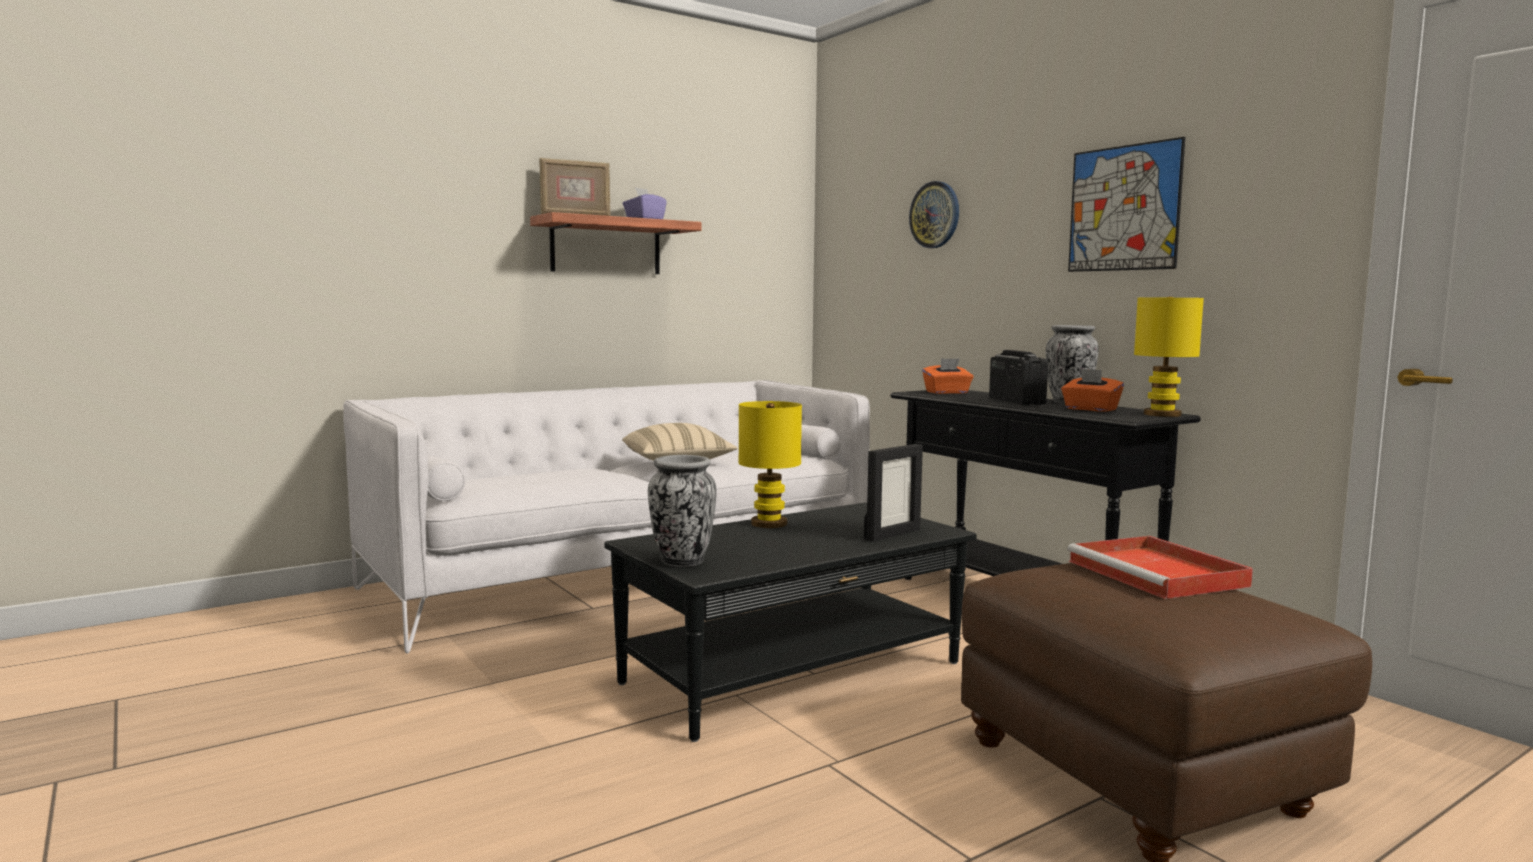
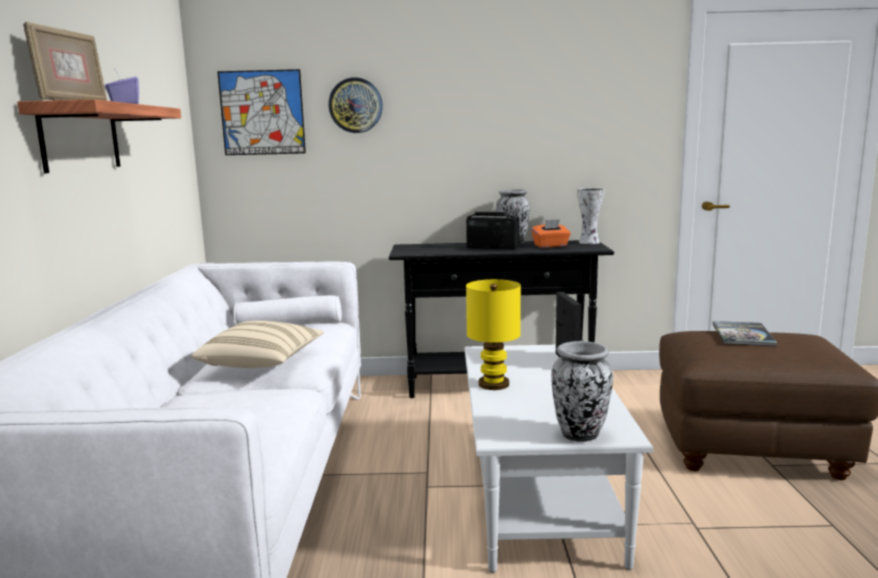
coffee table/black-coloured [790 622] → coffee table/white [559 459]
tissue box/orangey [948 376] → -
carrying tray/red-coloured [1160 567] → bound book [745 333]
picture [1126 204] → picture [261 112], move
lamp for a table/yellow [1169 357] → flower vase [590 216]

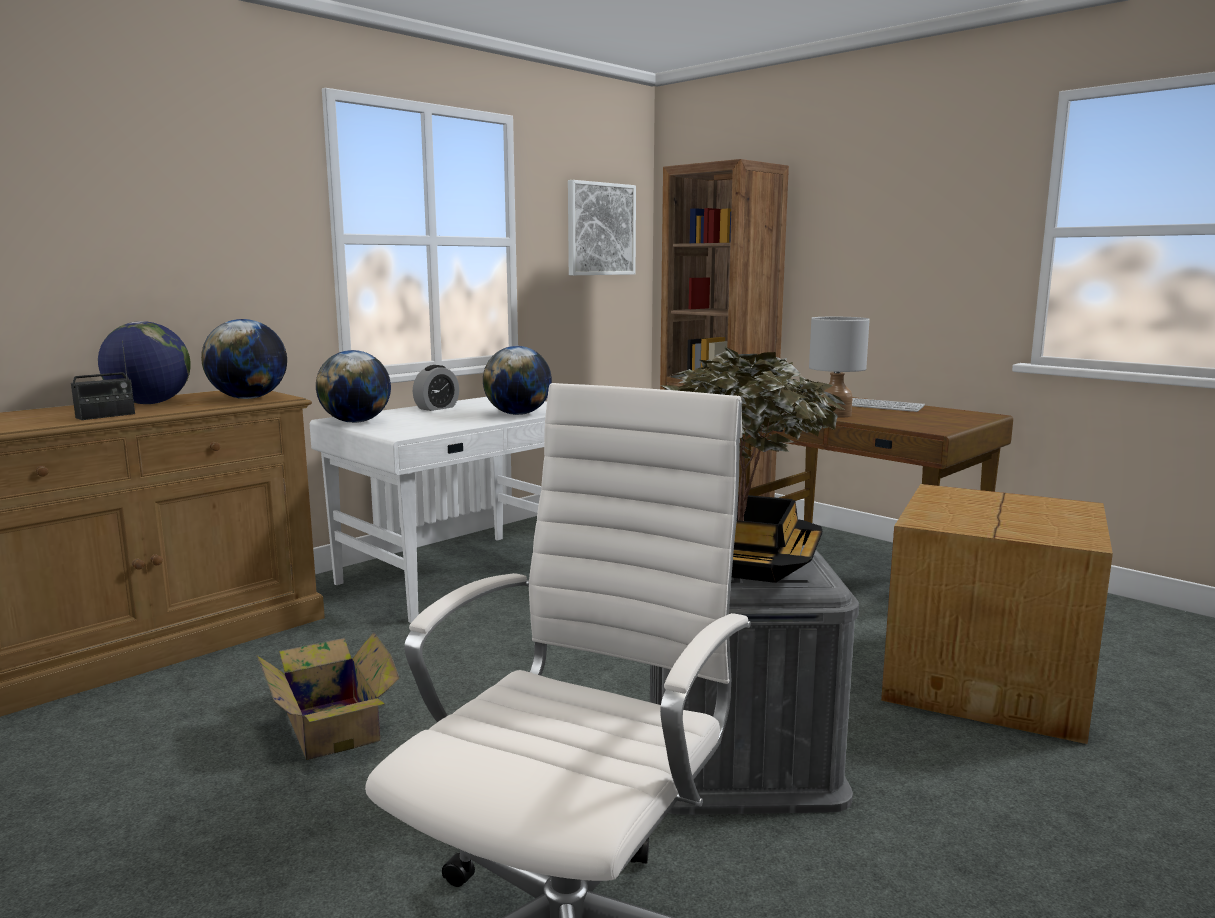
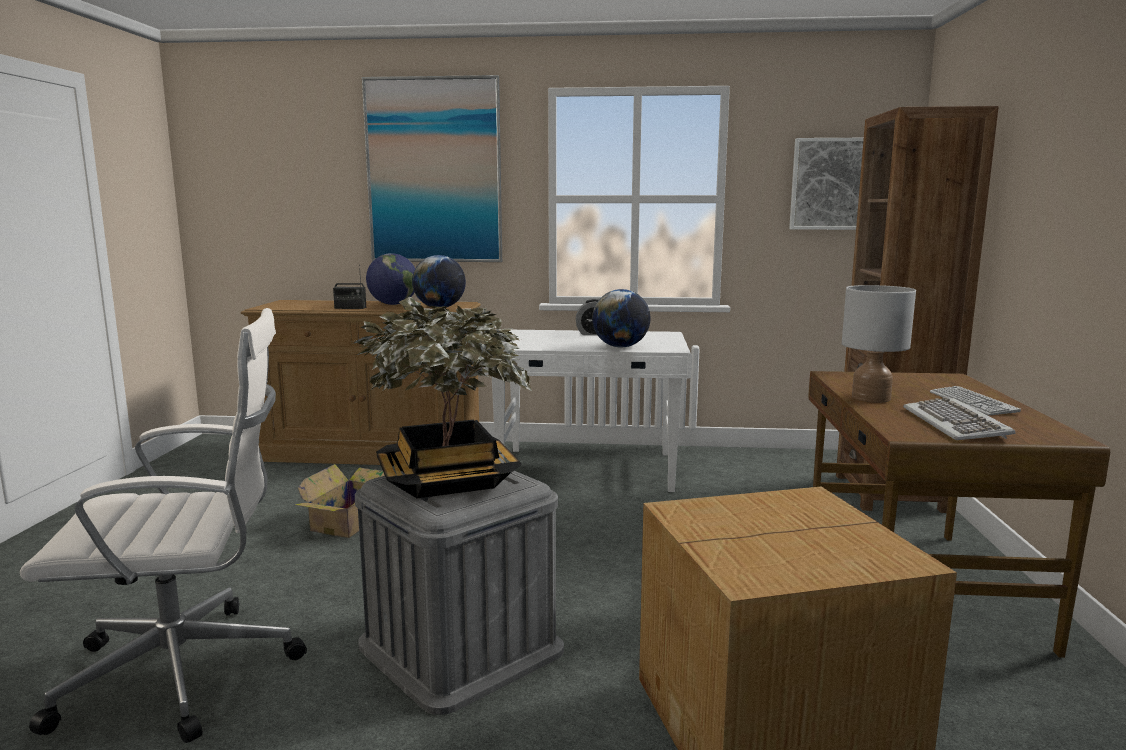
desk globe [353 386] → -
- → picture [432 168]
- → PC keyboard [959 418]

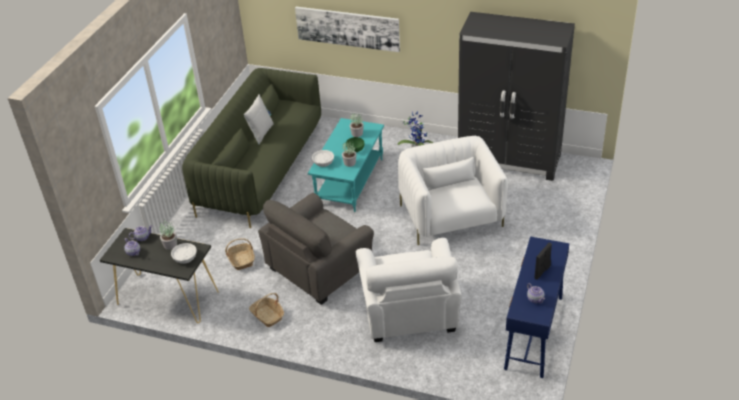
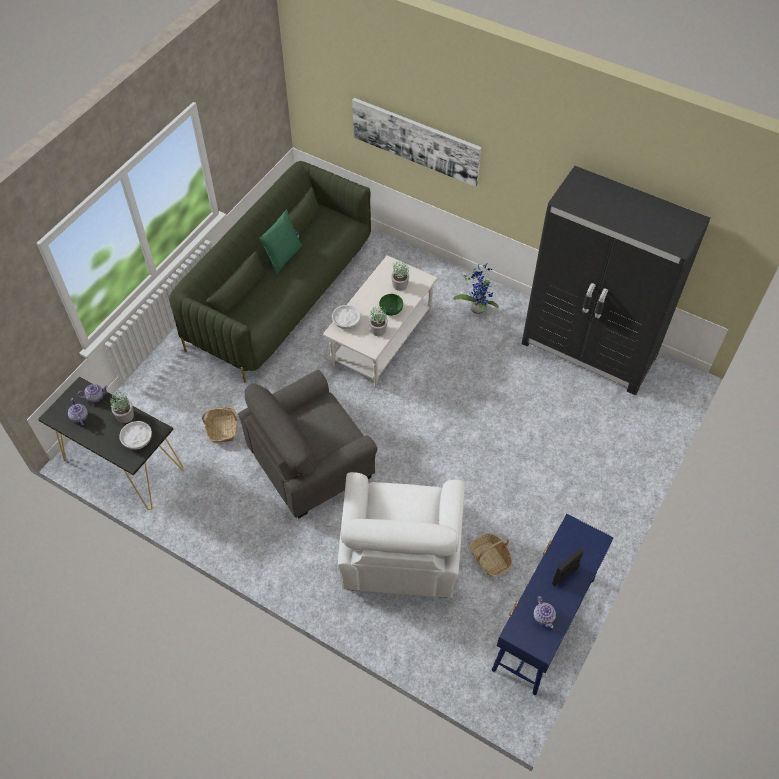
pillow/gray [259 119] → pillow/green-coloured [280 242]
basket [266 310] → basket [491 555], move
coffee table/turquoise-coloured [346 165] → coffee table/white [380 321]
armchair/white [453 190] → -

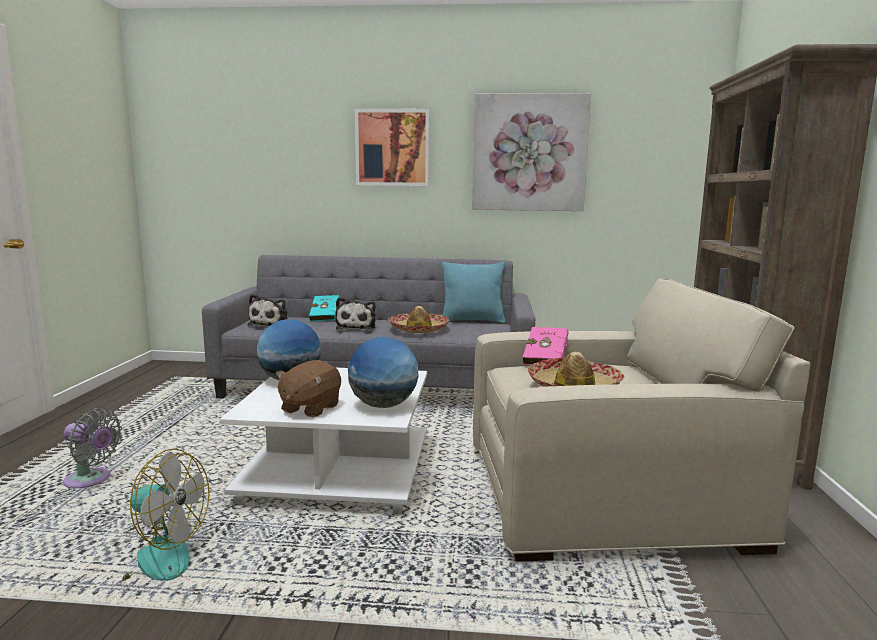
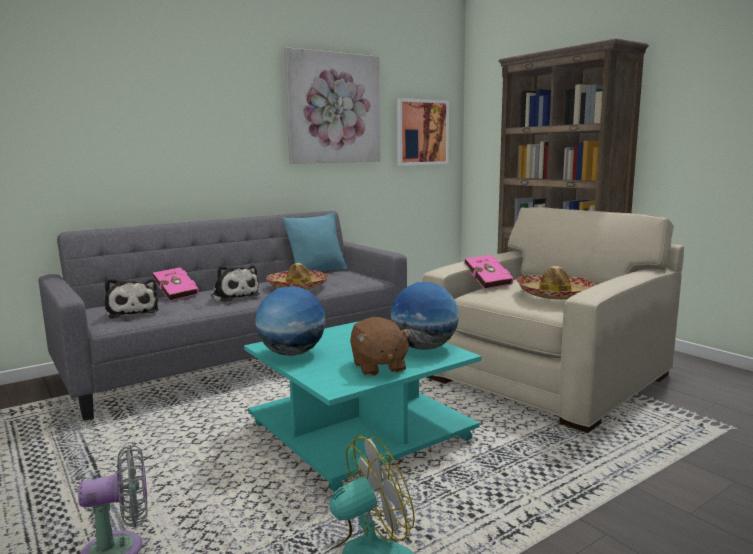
coffee table/white [323 440] → coffee table/turquoise-coloured [362 406]
bound book/turquoise-coloured [324 308] → bound book/pink-coloured [176 284]
picture [392 147] → picture [423 131], move

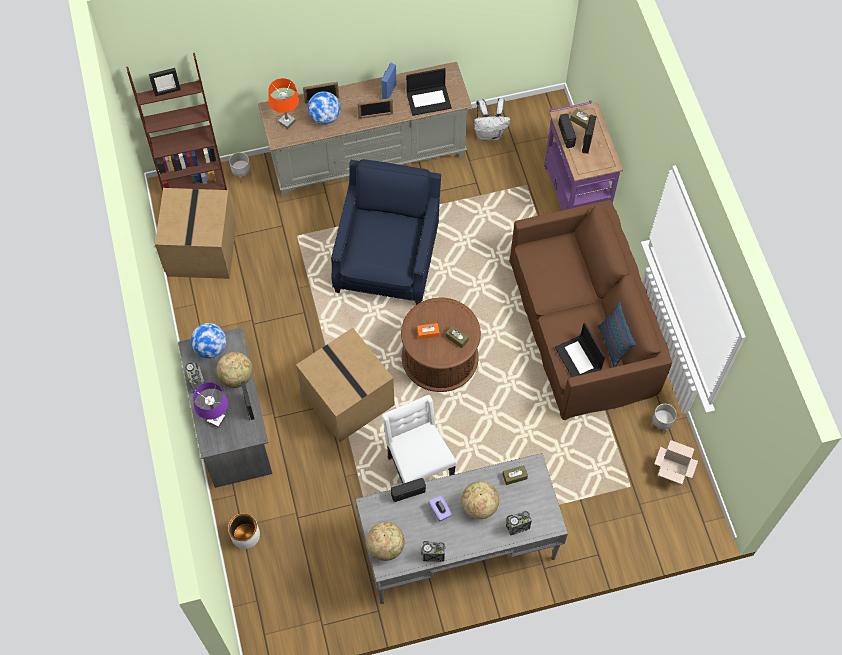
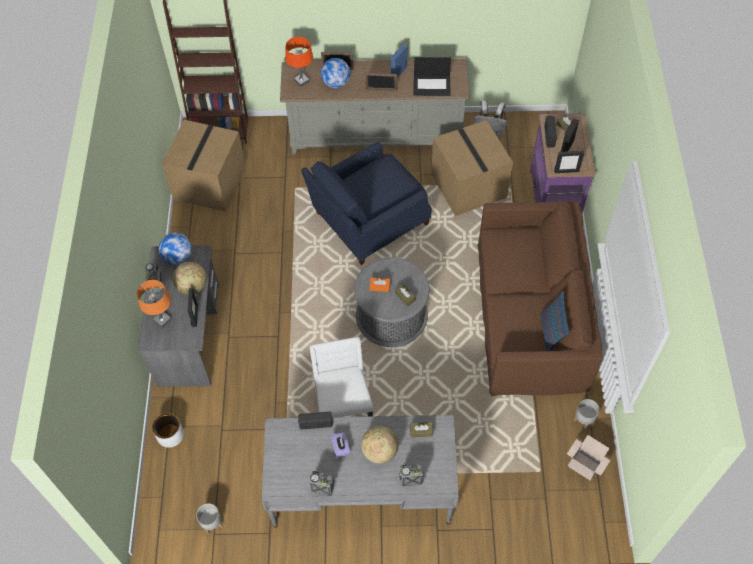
standing frame [165 82] → standing frame [569 162], move
lamp for a table/purple-coloured [210 405] → lamp for a table/orangey [154 304]
plant pot/gray [240 167] → plant pot/gray [209 518], move
cardboard box [345 385] → cardboard box [472 168], move
armchair/blue-coloured [386 232] → armchair/blue-coloured [366 203], 150 degrees counterclockwise
desk globe [385 541] → -
coffee table/brownish [441 345] → coffee table/gray [391 302]
laptop [580 350] → -

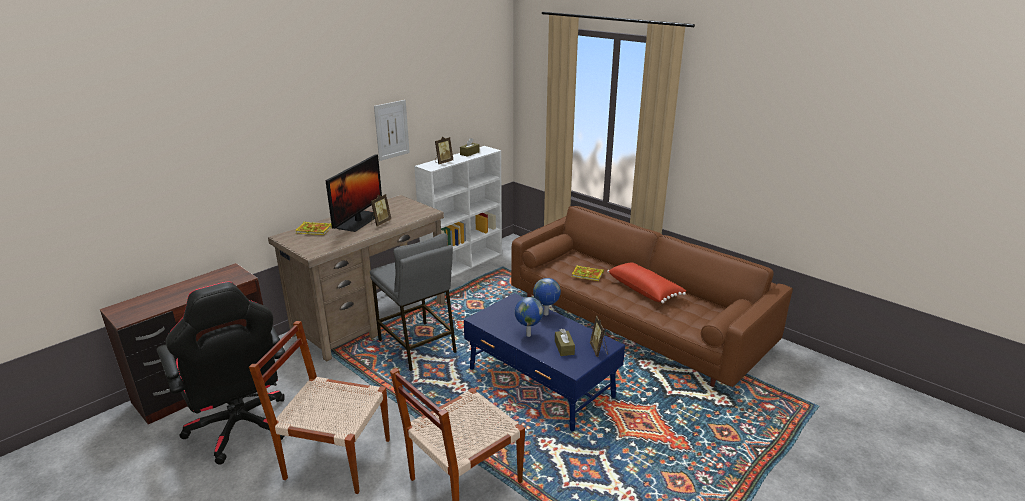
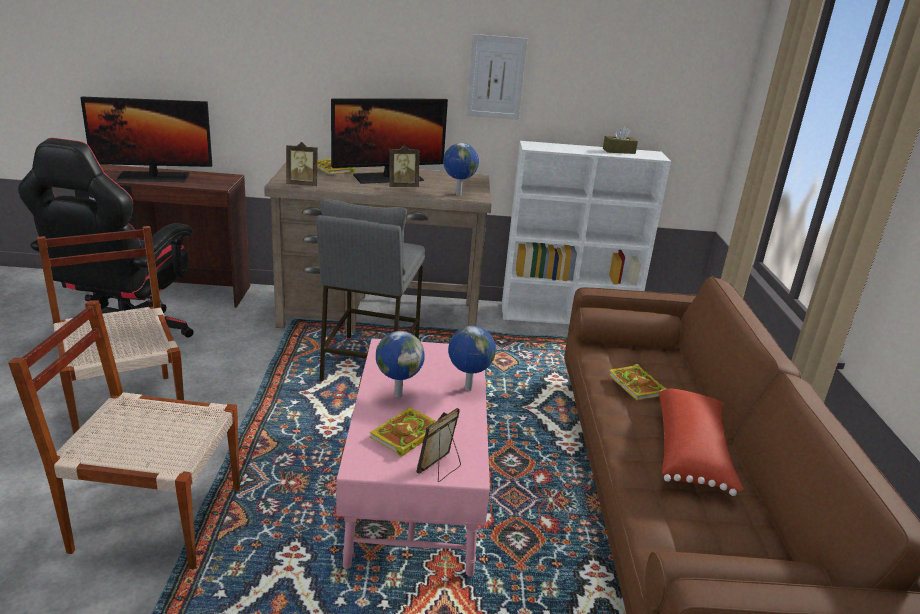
standing frame [444 150] → standing frame [302 164], move
coffee table/blue-coloured [544 362] → coffee table/pink-coloured [413 457]
tissue box/brownish [565 342] → bound book [403 432]
- → computer screen [146 139]
- → desk globe [461 169]

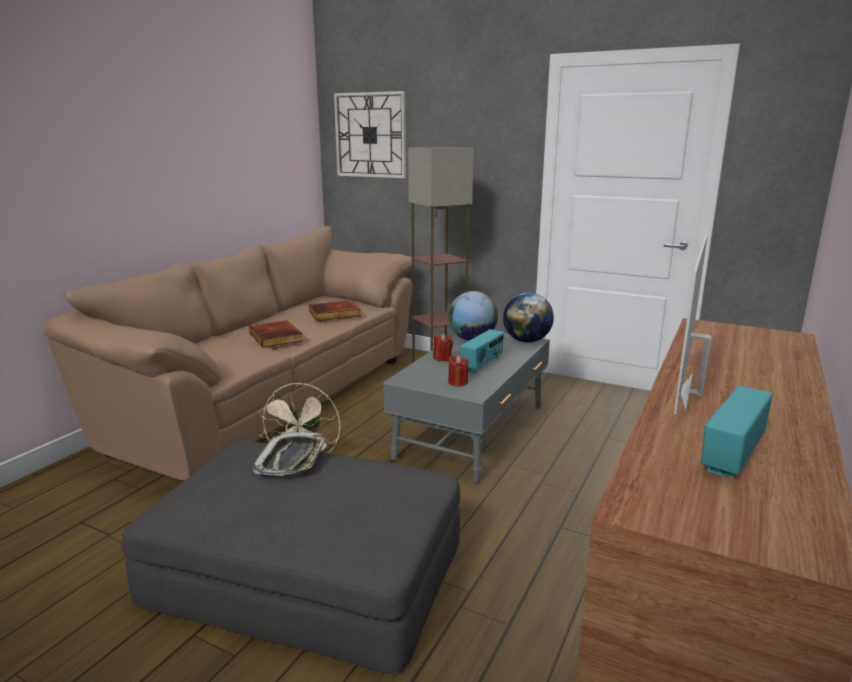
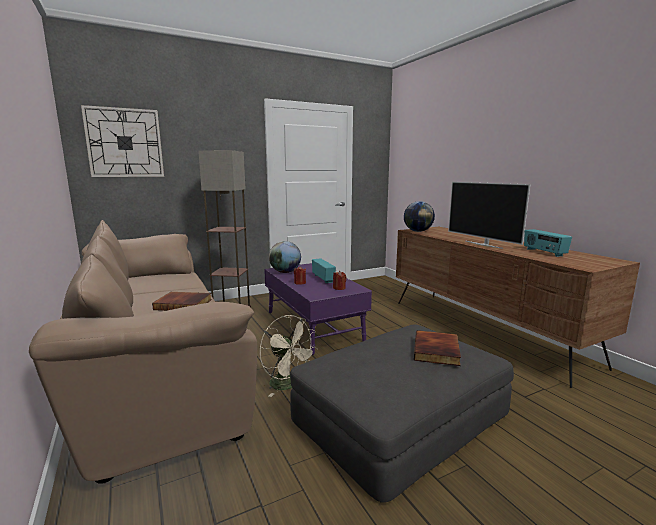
carrying tray [290 453] → -
bound book [335 311] → bound book [437 348], move
coffee table/gray [466 408] → coffee table/purple-coloured [318 309]
desk globe [528 318] → desk globe [419 216], move

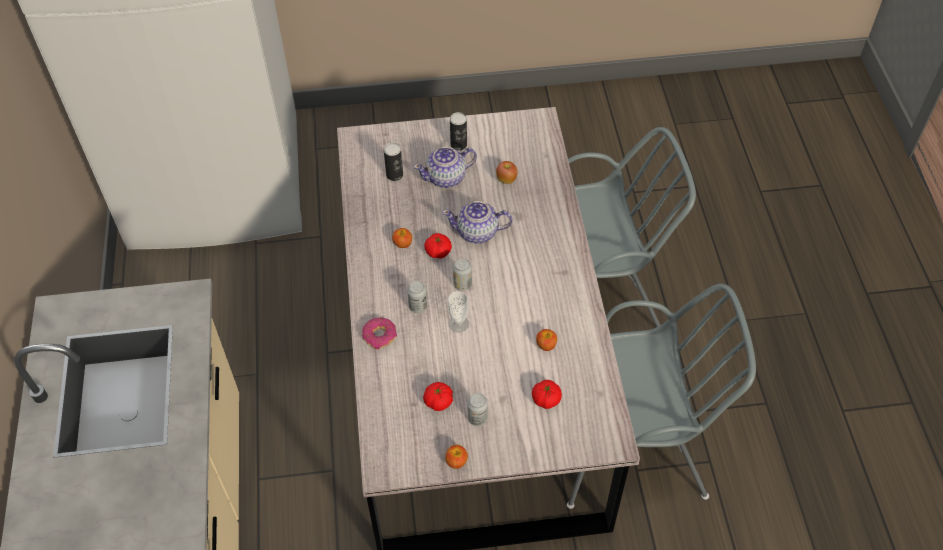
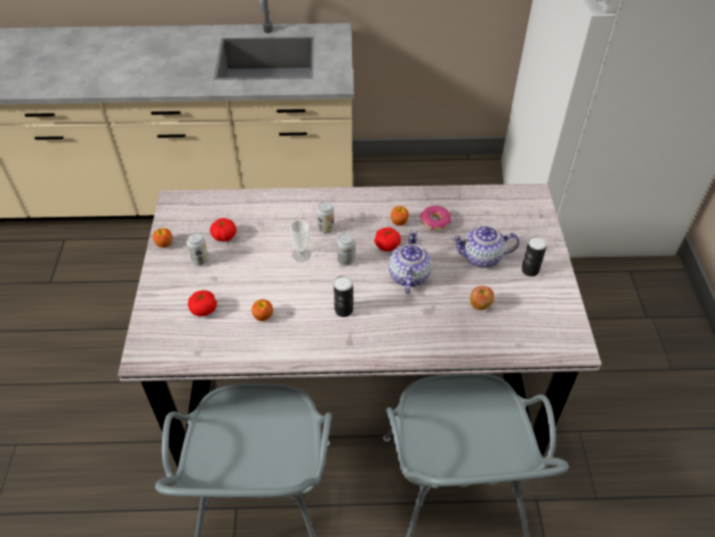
donut [379 333] → donut [435 218], move
sealed can [393 162] → sealed can [343 296], move
tea pot [445 167] → tea pot [485 246], 75 degrees counterclockwise

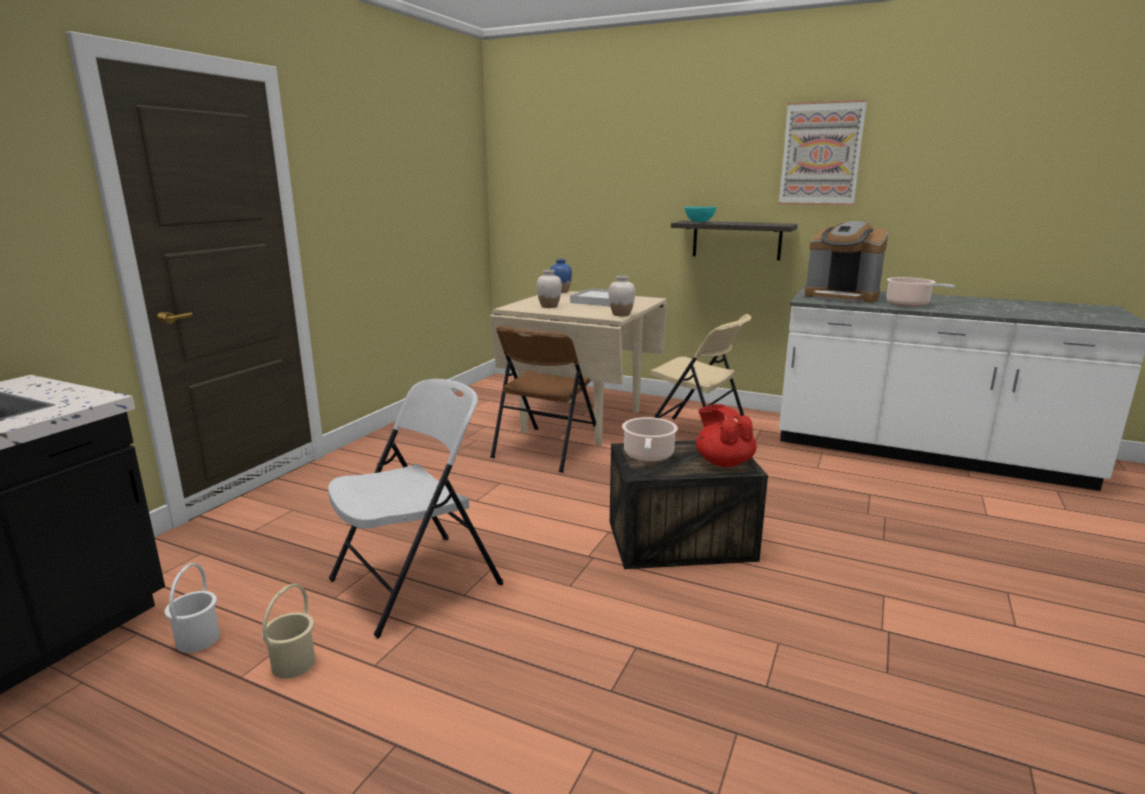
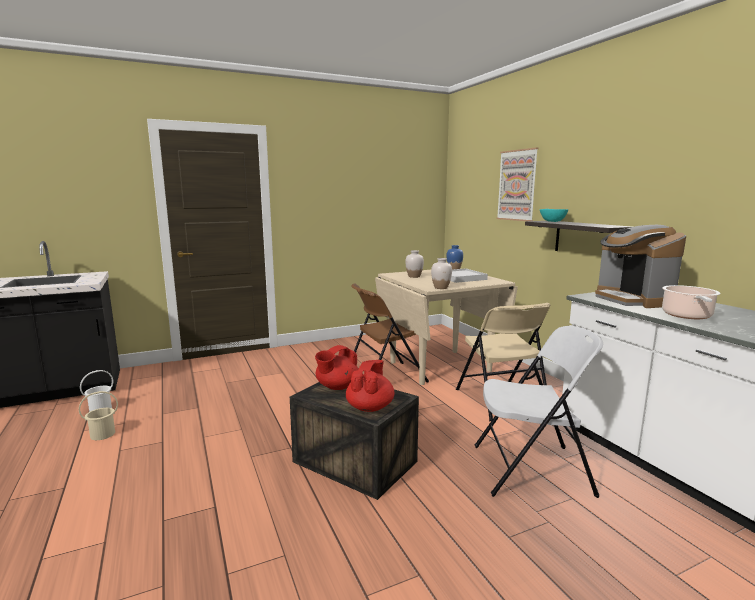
chair/white [415 509] → chair/white [538 412], move
cooking pot [650 439] → tea pot/red-coloured [336 367]
picture [823 152] → picture [517 184], move

